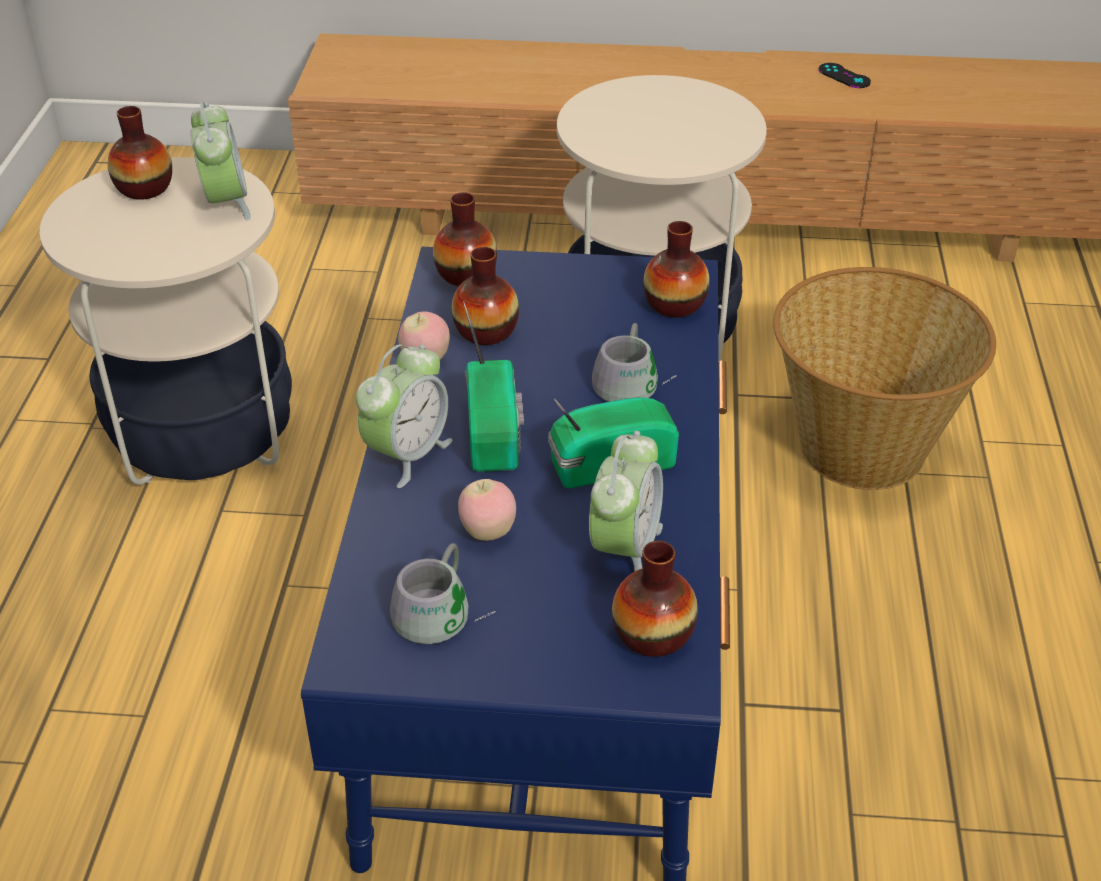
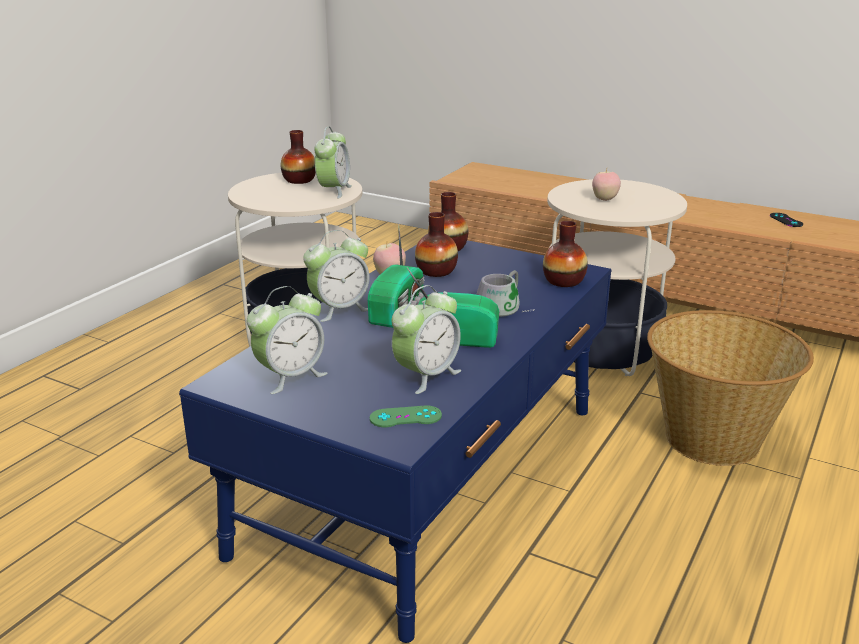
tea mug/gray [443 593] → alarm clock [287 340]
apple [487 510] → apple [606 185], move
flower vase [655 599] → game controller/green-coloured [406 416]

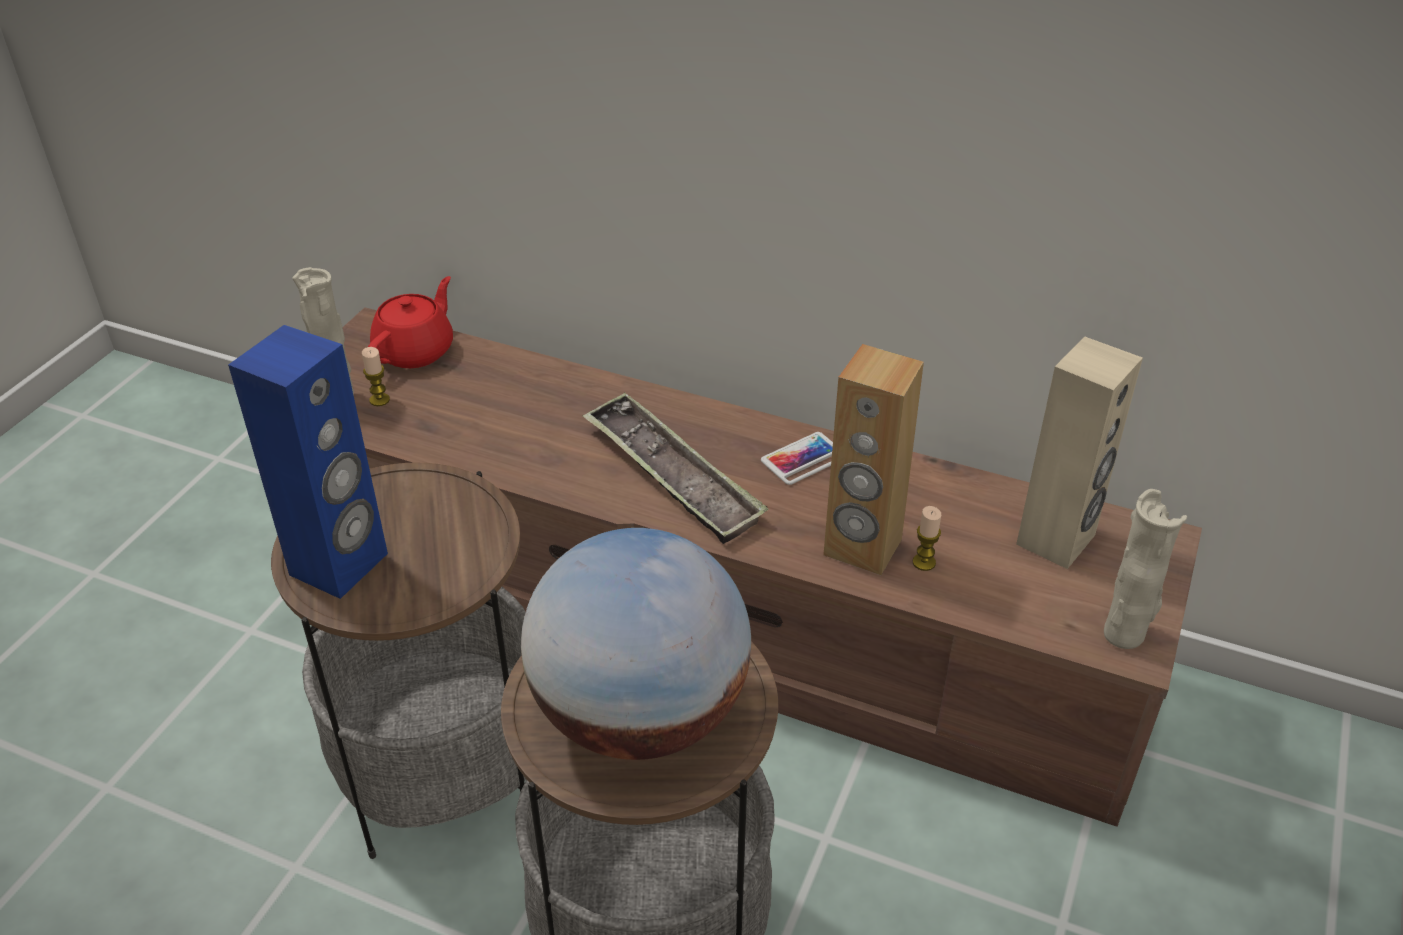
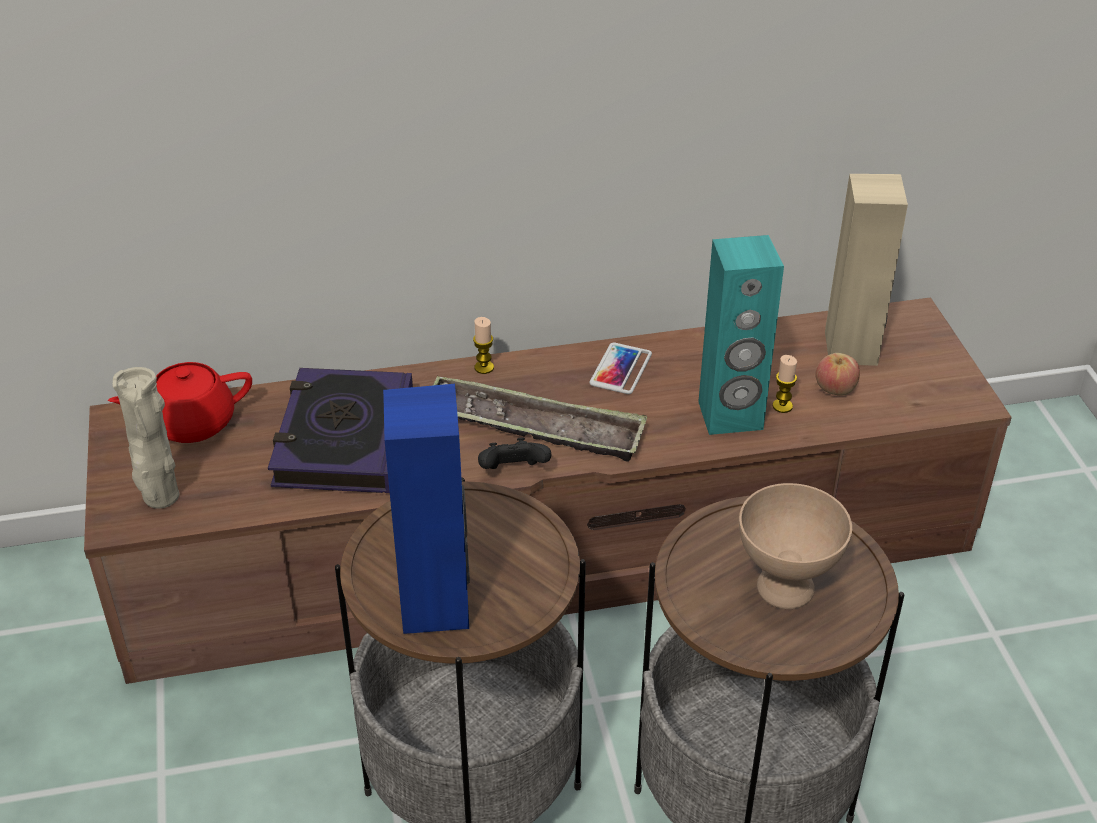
wax candle [376 376] → wax candle [483 345], move
tea pot/red-coloured [410 322] → tea pot/red-coloured [180 402], 105 degrees counterclockwise
desk globe [636 644] → serving bowl/sand-coloured [795 546]
audio speaker/brownish [873 459] → audio speaker/turquoise-coloured [741 335]
flower vase/sand-coloured [1145 569] → -
- → bound book [340 430]
- → game controller/black-coloured [514 453]
- → apple [837 374]

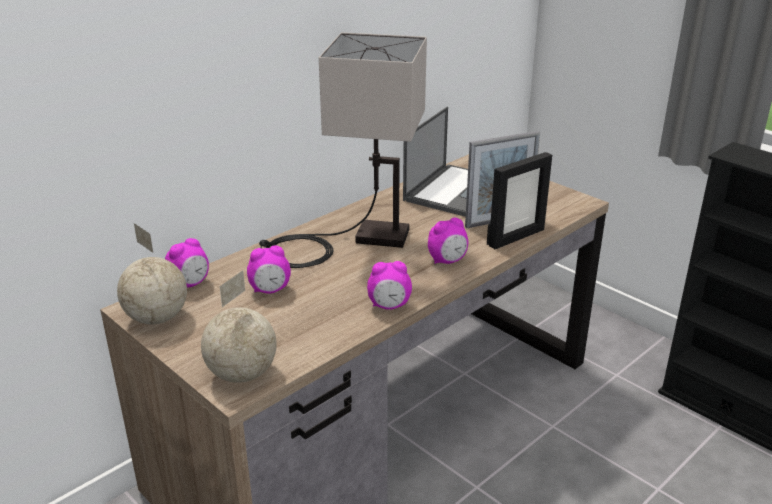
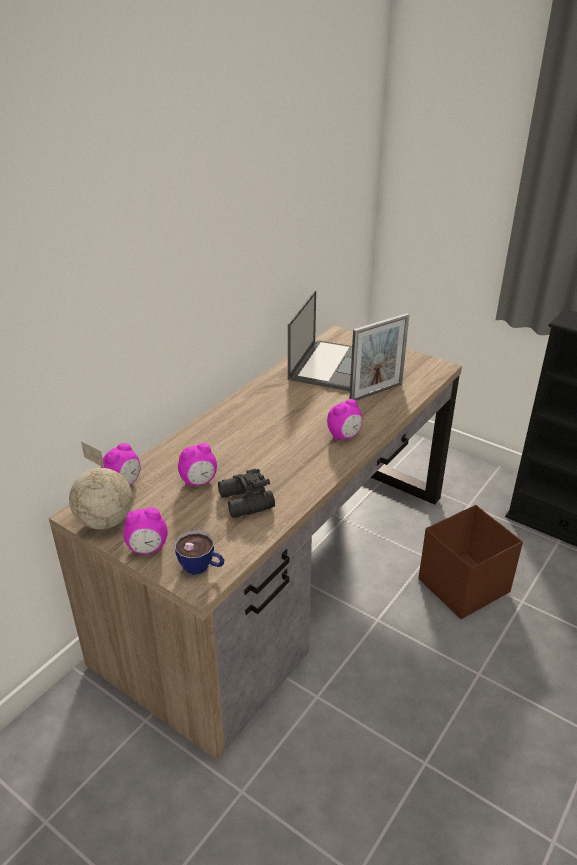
desk globe [239 327] → drinking cup [199 552]
lamp for a table [343 150] → -
alarm clock [389 285] → alarm clock [145 530], move
standing frame [519 200] → -
- → pair of binoculars/black-coloured [246 493]
- → storage container/brownish [471 562]

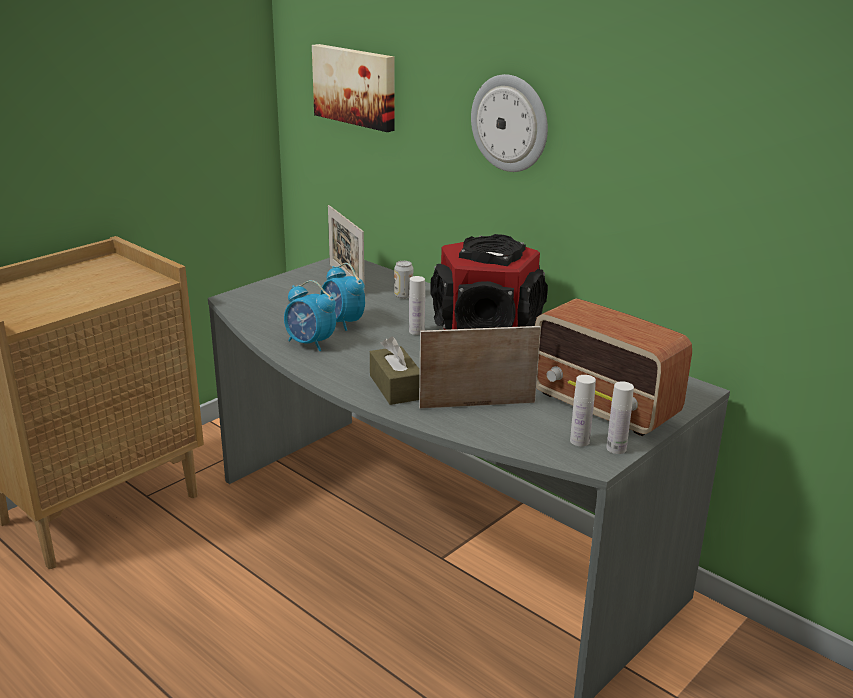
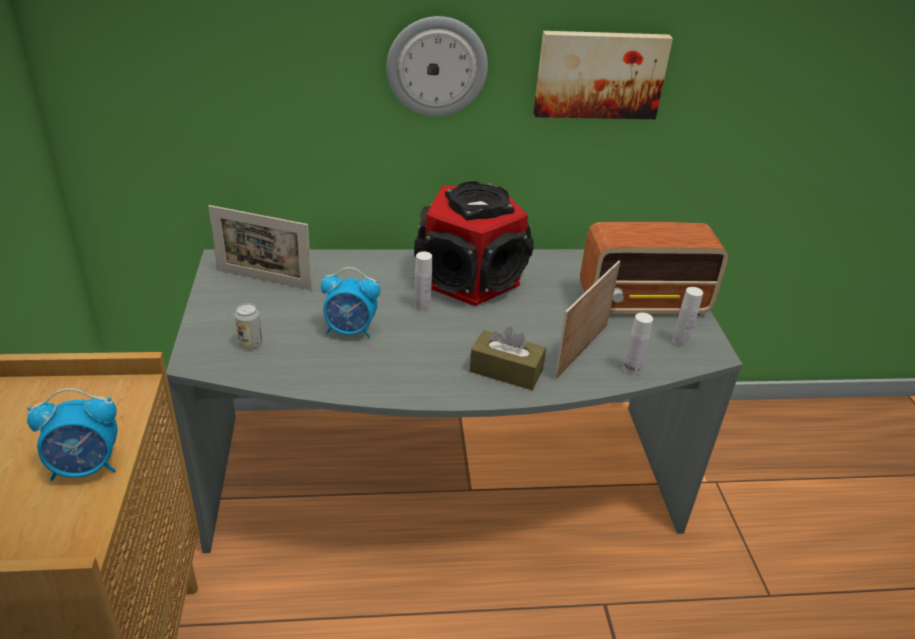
alarm clock [310 315] → alarm clock [72 434], move
picture [353 88] → picture [603 75], move
sealed can [403 280] → sealed can [248 326], move
beverage bottle/white [620 417] → beverage bottle/white [638 344], move

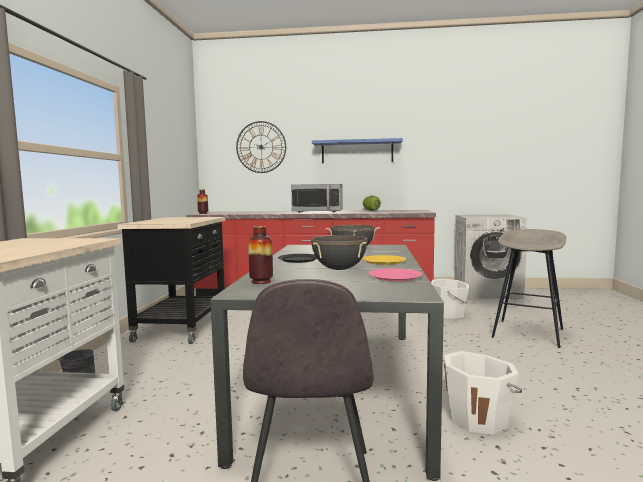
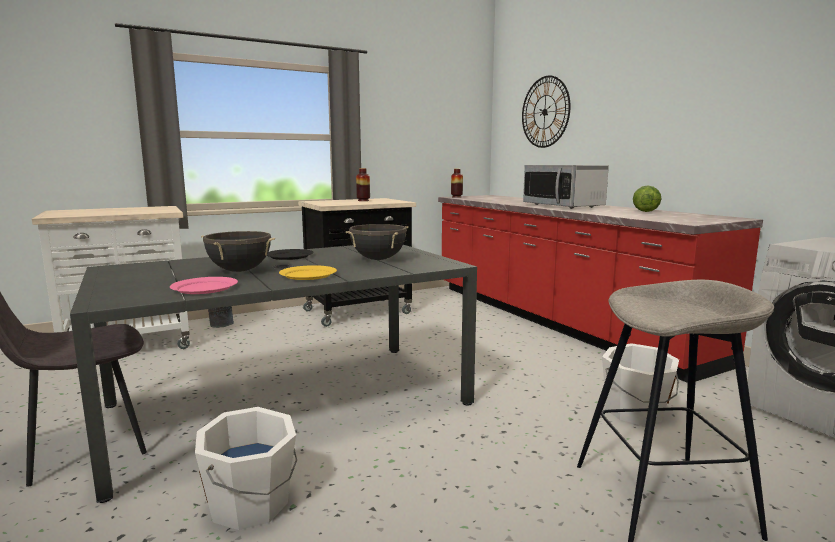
flower vase [260 255] → flower vase [363 184], move
shelf/blue-coloured [357 150] → -

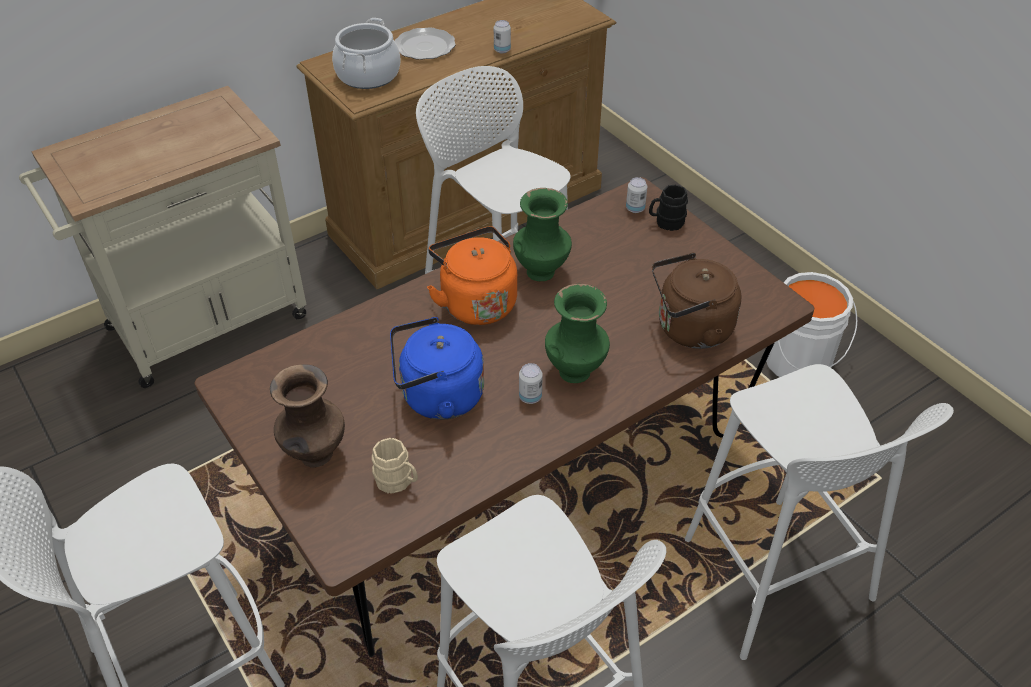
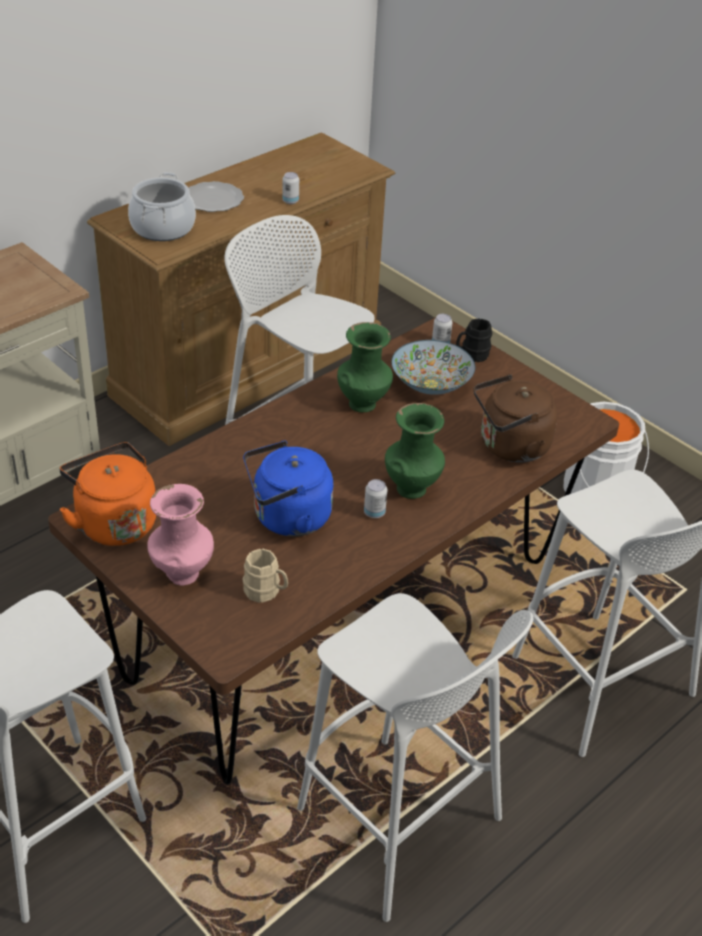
flower vase/brownish [307 416] → flower vase/pink-coloured [180 535]
water kettle/orangey [472 275] → water kettle/orangey [107 494], move
- → serving bowl [433 367]

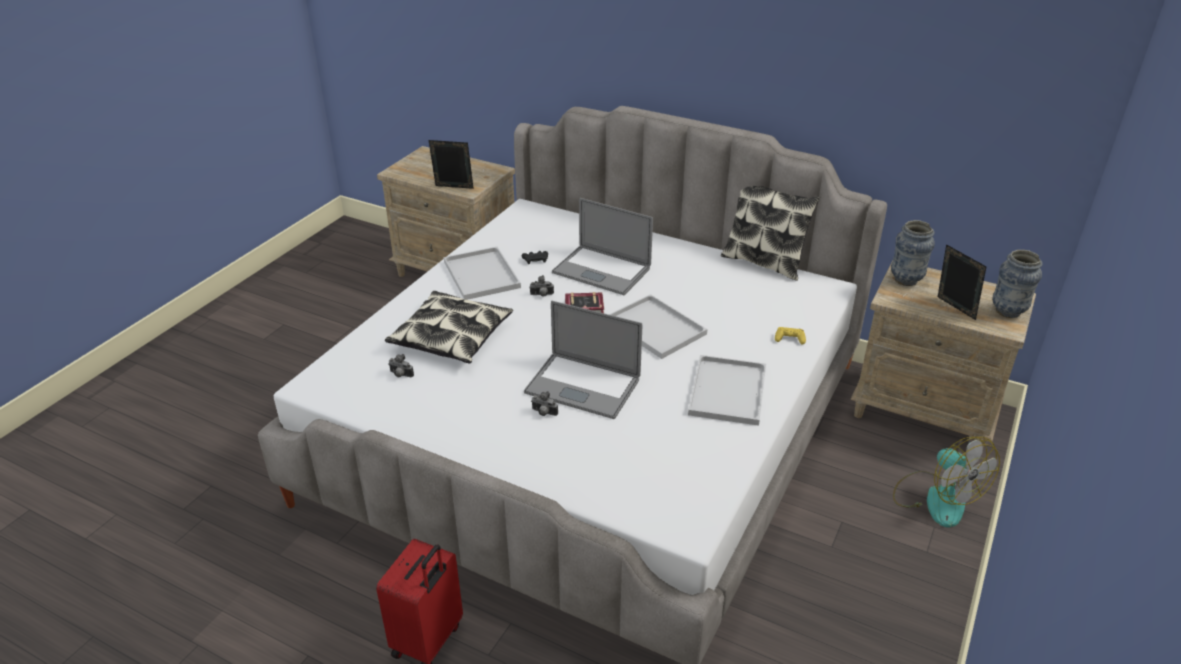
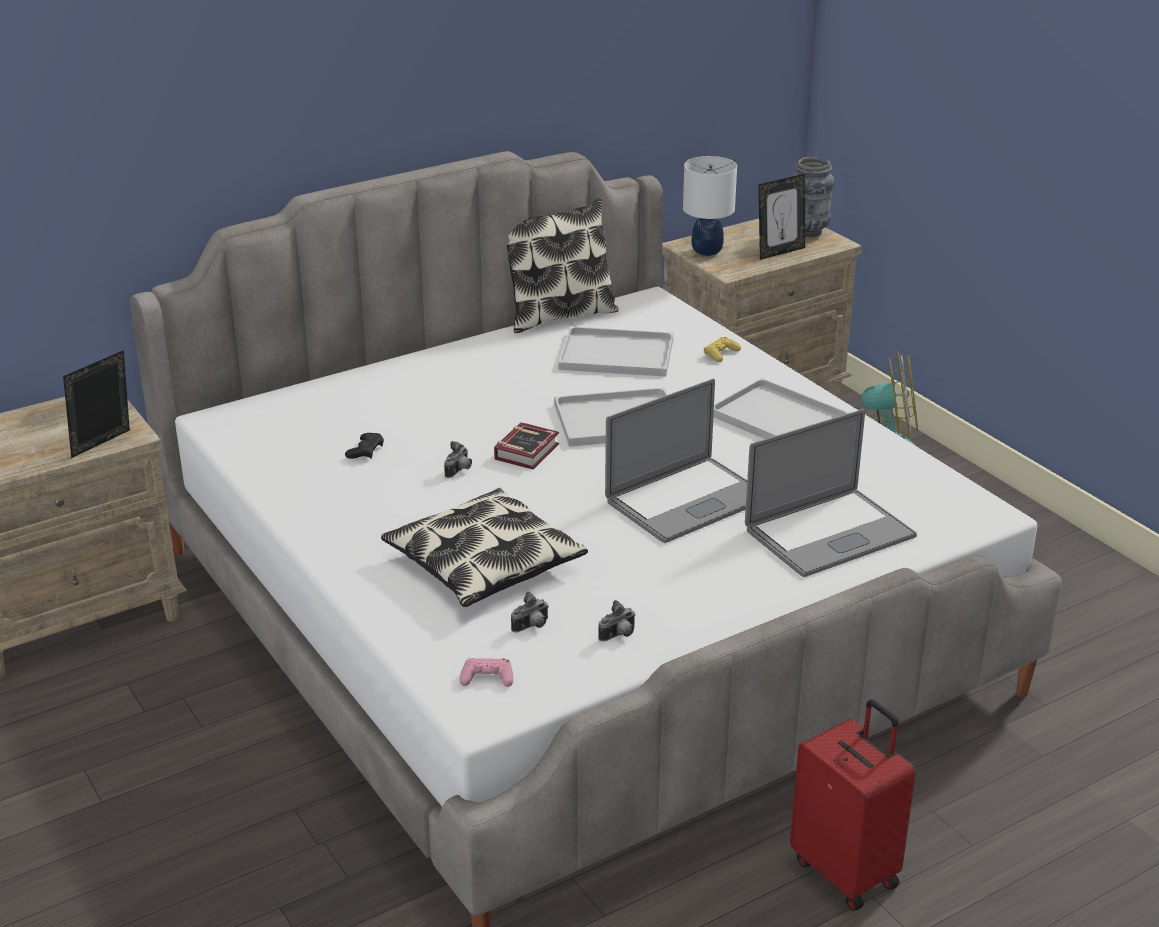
carrying tray/white [482 273] → carrying tray/white [616 351], move
photo camera [544 403] → photo camera [617 620], move
laptop [602 246] → laptop [831 493], move
flower vase [913 253] → lamp for a table/white [710 206]
standing frame [962 282] → standing frame [781 217], 150 degrees clockwise
- → game controller/pink-coloured [486 672]

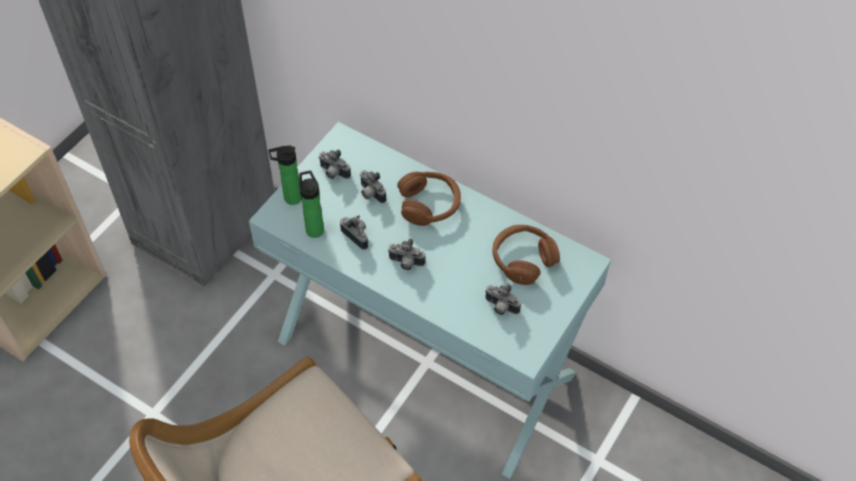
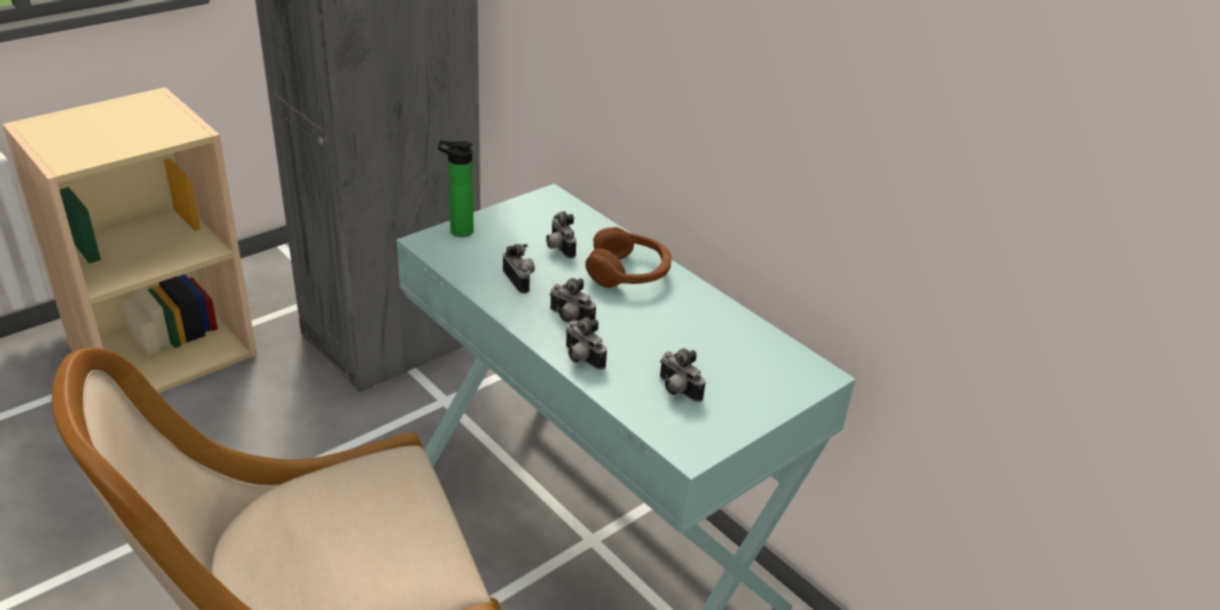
beverage bottle [311 204] → -
photo camera [334 164] → photo camera [586 343], move
pair of headphones/brownish [526 255] → -

